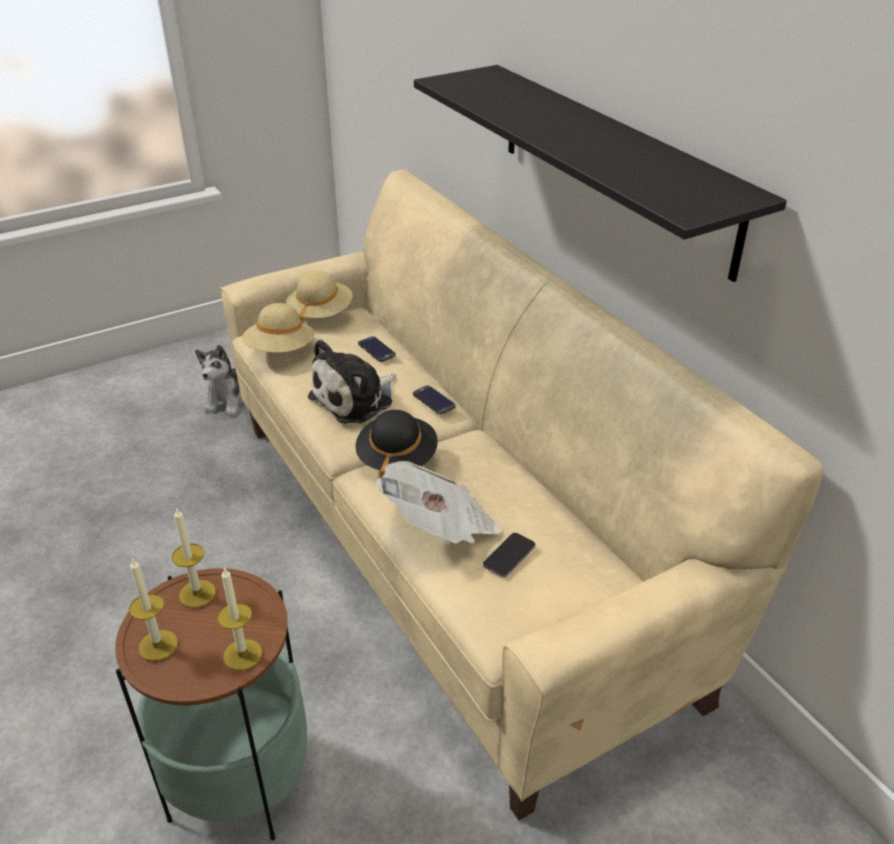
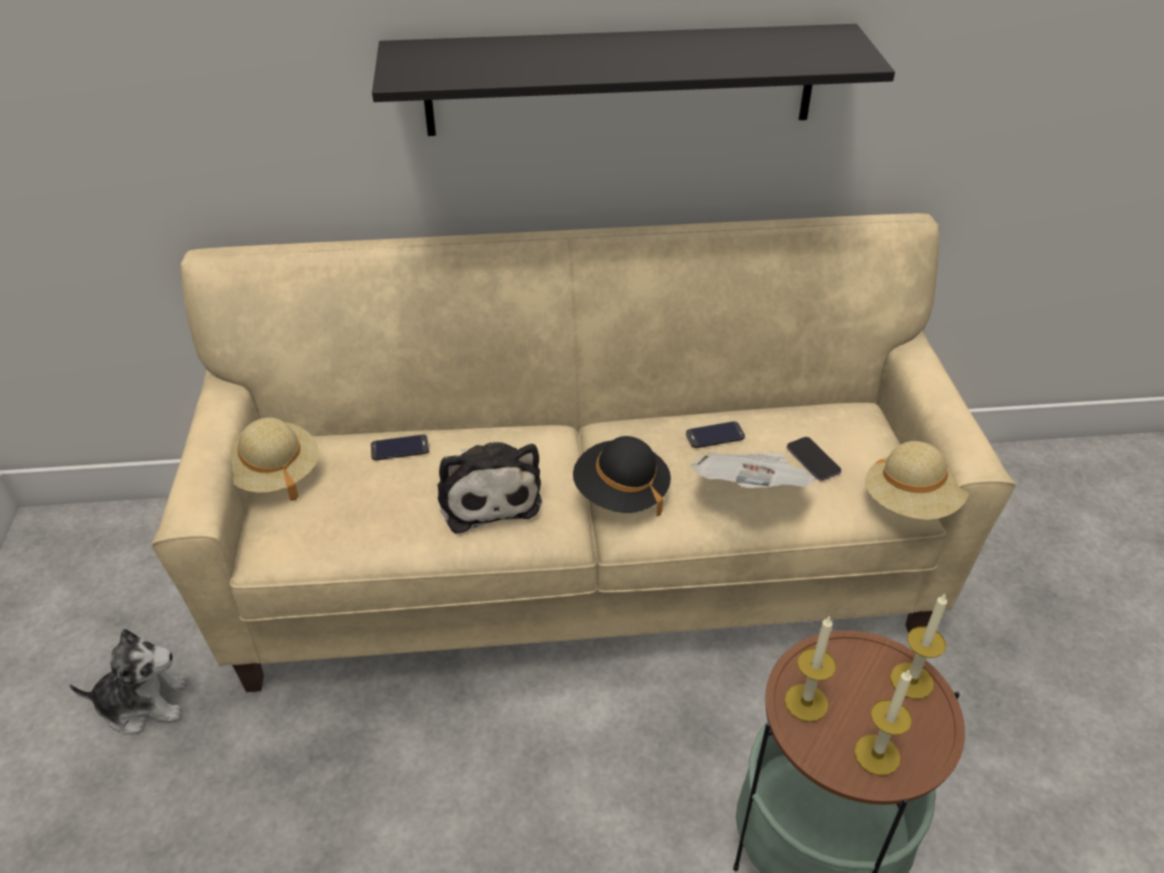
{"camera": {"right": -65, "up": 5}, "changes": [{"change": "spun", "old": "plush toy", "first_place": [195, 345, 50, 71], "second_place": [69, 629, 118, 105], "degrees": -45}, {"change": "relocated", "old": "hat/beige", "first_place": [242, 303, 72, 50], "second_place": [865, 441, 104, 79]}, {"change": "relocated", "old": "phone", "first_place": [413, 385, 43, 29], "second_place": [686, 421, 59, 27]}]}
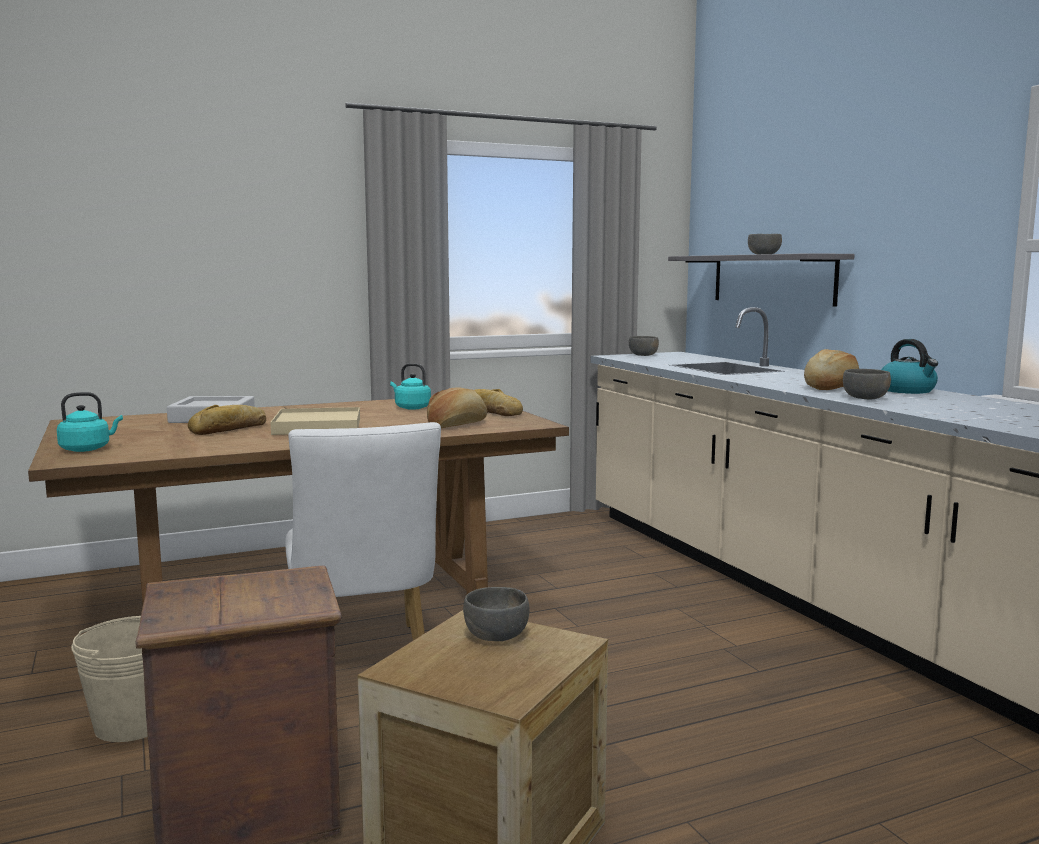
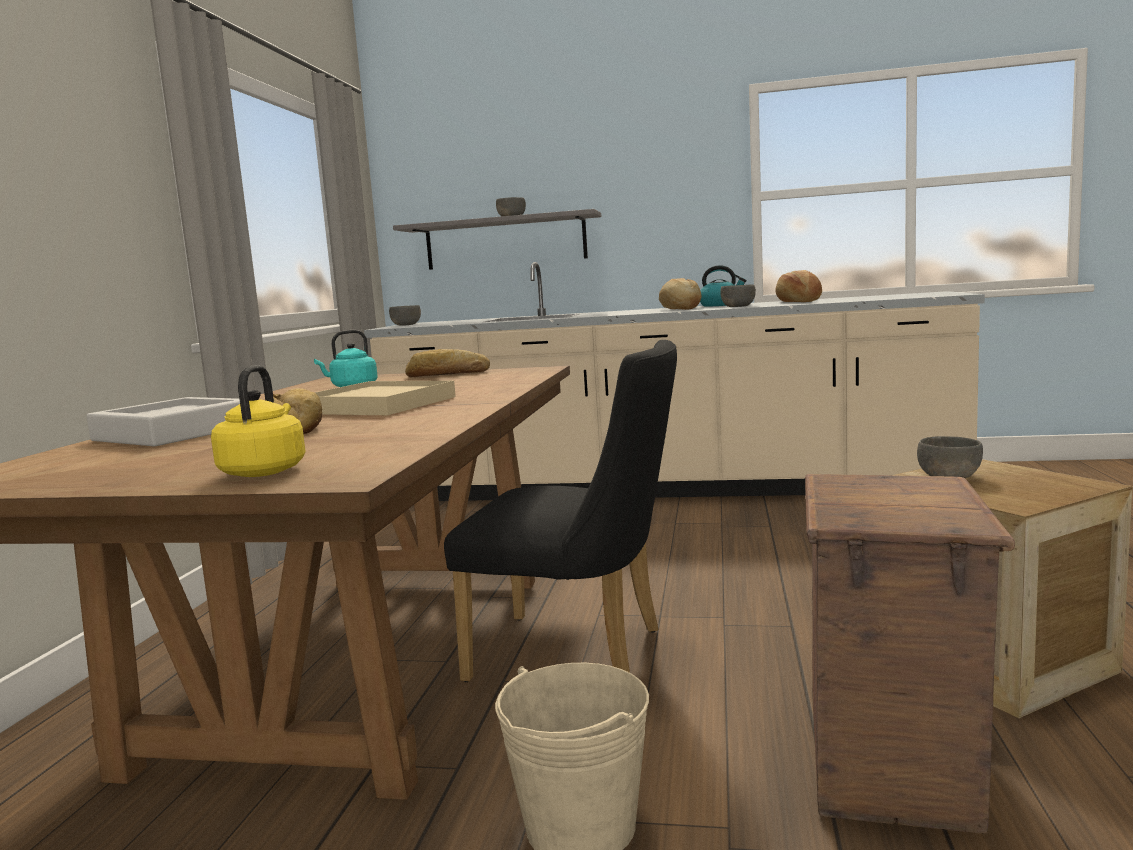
{"camera": {"right": -55, "up": 0}, "changes": [{"change": "colour", "old": "kettle/turquoise", "new": "kettle/yellow", "first_place": [57, 392, 66, 60], "second_place": [211, 365, 95, 112]}, {"change": "colour", "old": "chair/white", "new": "chair/black", "first_place": [285, 422, 156, 218], "second_place": [444, 340, 233, 342]}, {"change": "relocated", "old": "bread", "first_place": [427, 387, 60, 41], "second_place": [775, 270, 47, 32]}]}
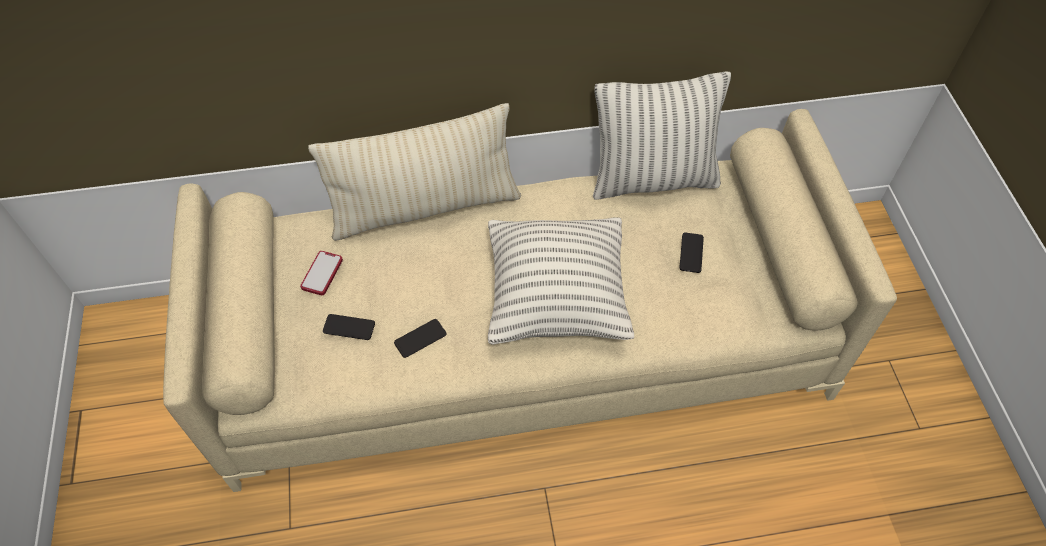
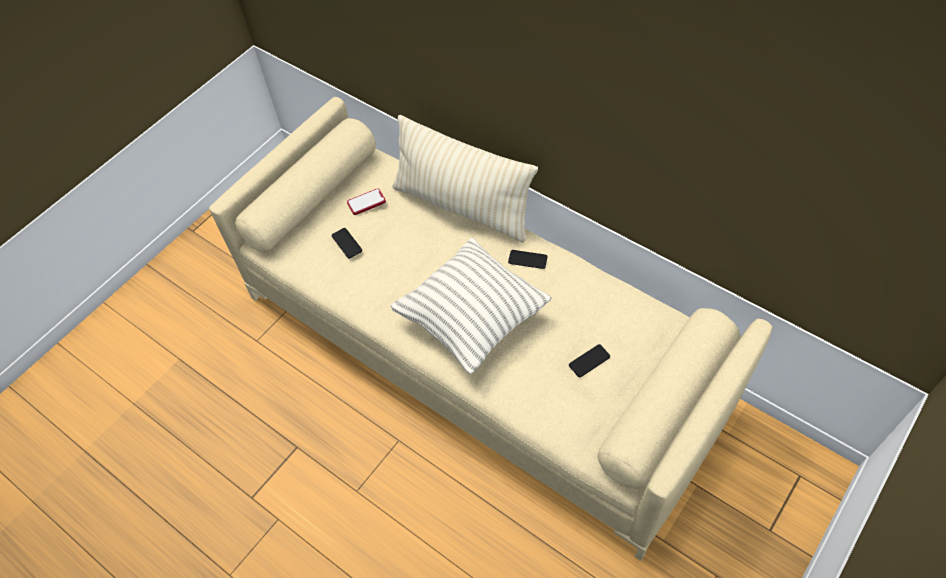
{"camera": {"right": 50, "up": 0}, "changes": [{"change": "relocated", "old": "phone", "first_place": [394, 319, 52, 39], "second_place": [508, 250, 39, 19]}, {"change": "missing", "old": "pillow", "first_place": [593, 72, 138, 128]}]}
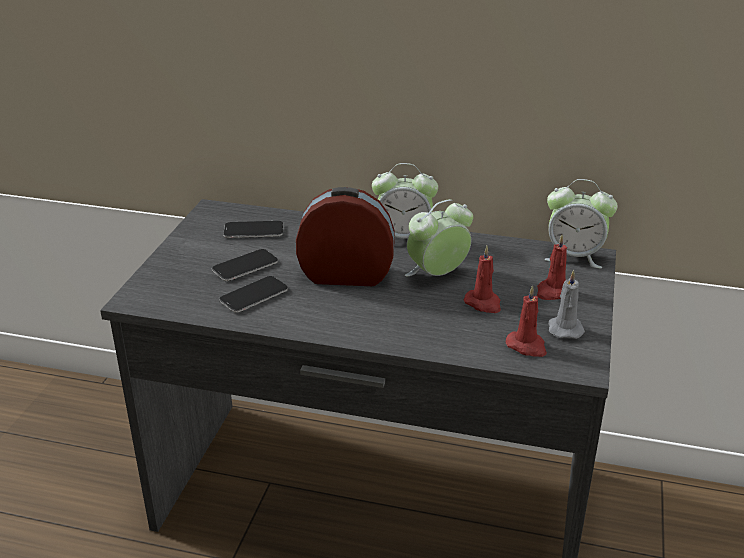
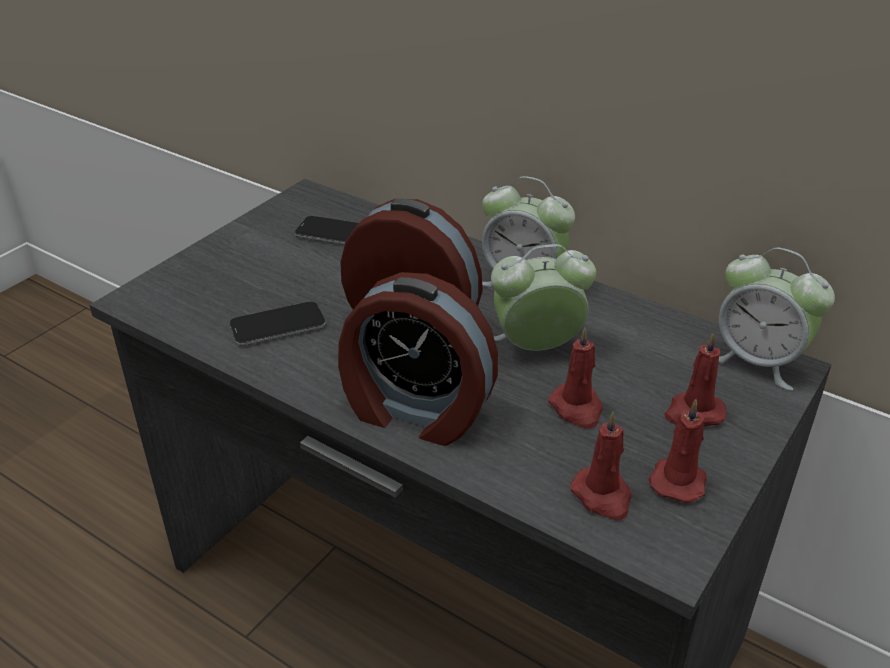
{"camera": {"right": 20, "up": 5}, "changes": [{"change": "missing", "old": "phone", "first_place": [212, 249, 66, 32]}, {"change": "colour", "old": "candle/grey", "new": "candle/red", "first_place": [548, 270, 37, 69], "second_place": [649, 399, 58, 104]}, {"change": "appeared", "new": "alarm clock", "second_place": [338, 272, 160, 174]}]}
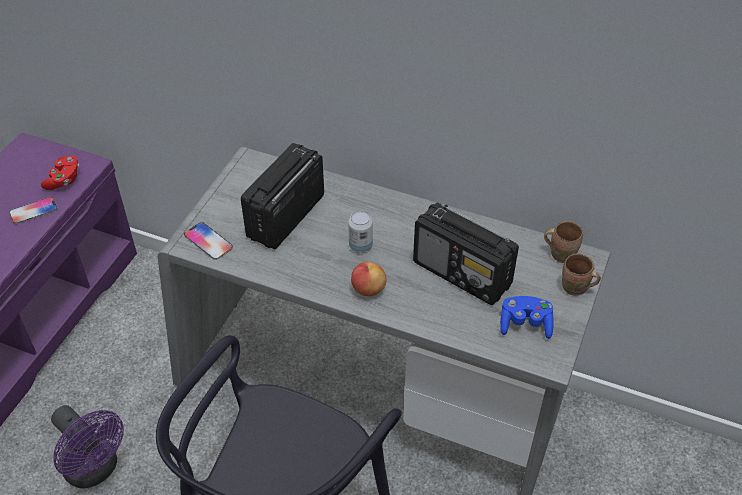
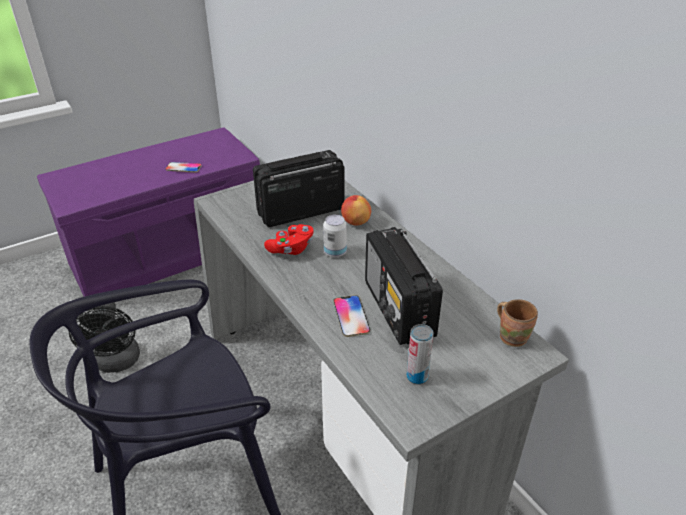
{"camera": {"right": 35, "up": -10}, "changes": [{"change": "relocated", "old": "game controller/red", "first_place": [41, 156, 38, 34], "second_place": [264, 224, 50, 31]}, {"change": "colour", "old": "fan/purple", "new": "fan/black", "first_place": [51, 405, 73, 83], "second_place": [69, 302, 71, 71]}, {"change": "relocated", "old": "phone", "first_place": [184, 222, 49, 38], "second_place": [333, 295, 37, 42]}, {"change": "relocated", "old": "apple", "first_place": [351, 262, 35, 34], "second_place": [341, 195, 30, 31]}, {"change": "exchanged", "old": "game controller/blue", "new": "can", "first_place": [500, 296, 54, 43], "second_place": [407, 324, 26, 61]}, {"change": "missing", "old": "mug/brown", "first_place": [562, 253, 39, 43]}]}
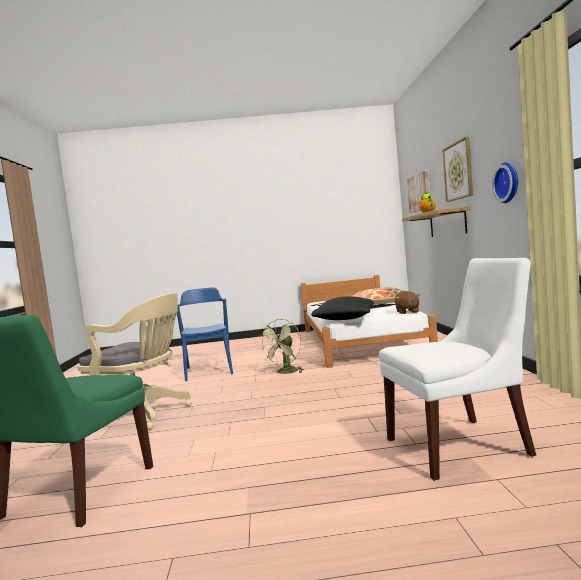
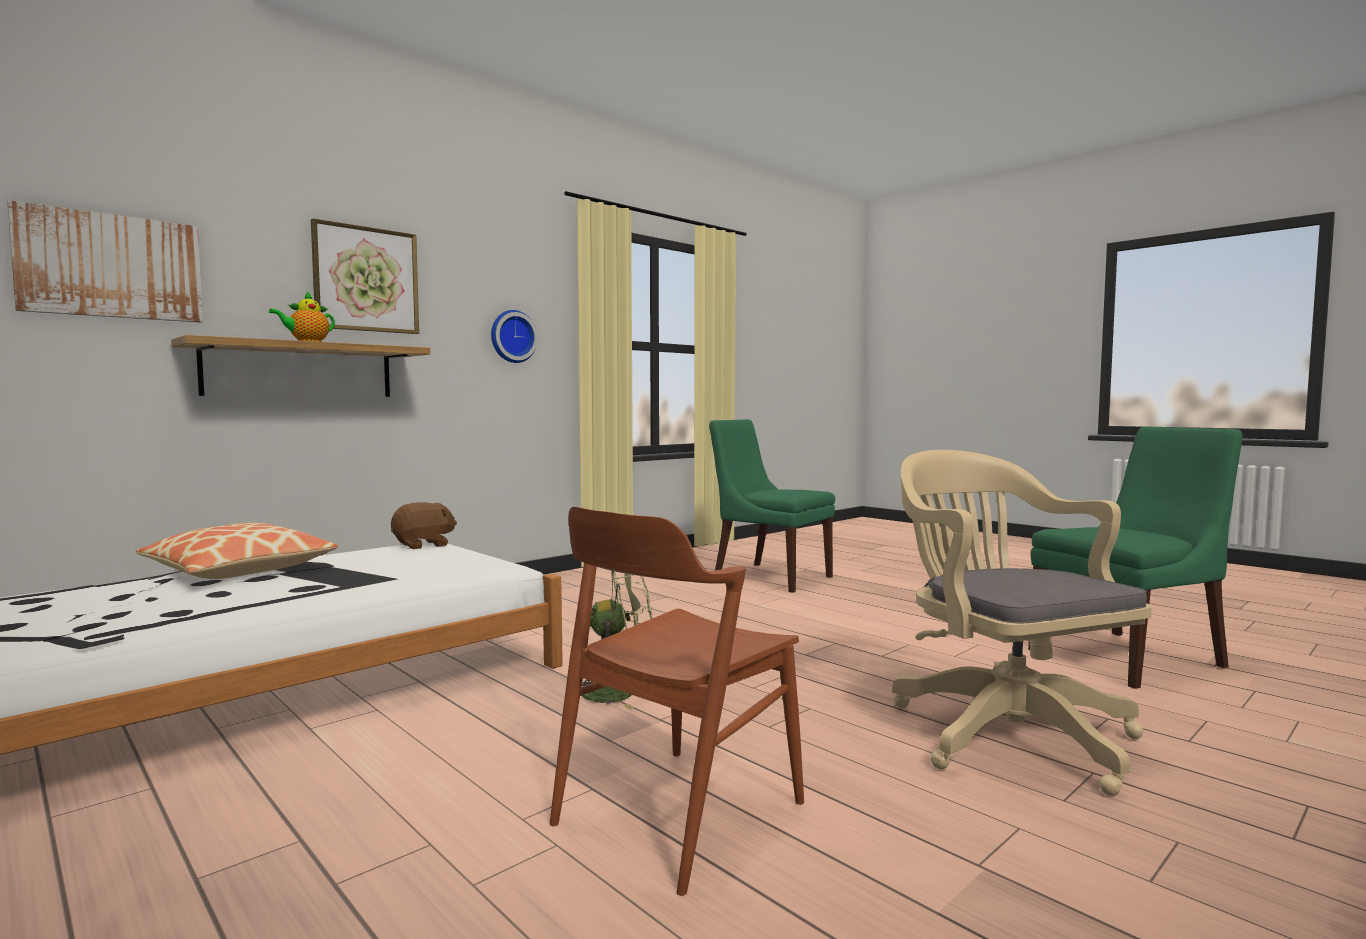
{"camera": {"right": -130, "up": 0}, "changes": [{"change": "colour", "old": "chair/blue", "new": "chair/brown", "first_place": [177, 287, 56, 94], "second_place": [550, 507, 254, 389]}, {"change": "missing", "old": "pillow/black", "first_place": [311, 296, 63, 24]}, {"change": "colour", "old": "chair/white", "new": "chair/green", "first_place": [379, 258, 157, 223], "second_place": [709, 419, 126, 174]}]}
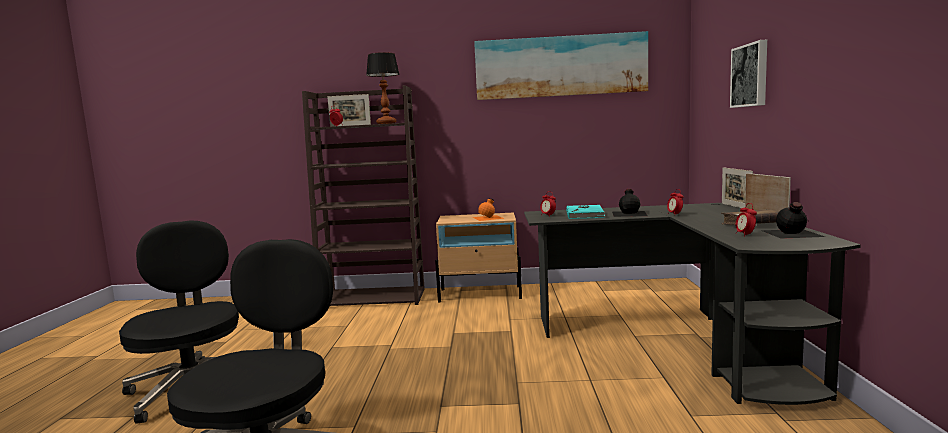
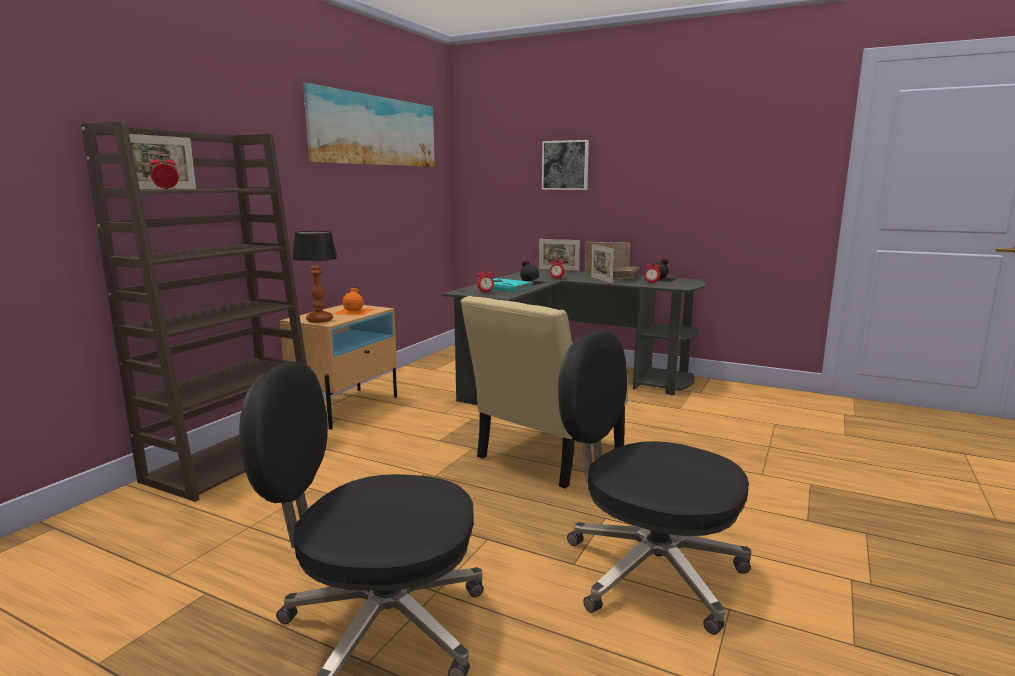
{"camera": {"right": -65, "up": 5}, "changes": [{"change": "relocated", "old": "table lamp", "first_place": [366, 52, 33, 72], "second_place": [292, 231, 46, 92]}, {"change": "appeared", "new": "chair/beige", "second_place": [460, 296, 168, 192]}, {"change": "appeared", "new": "picture frame", "second_place": [591, 244, 23, 39]}]}
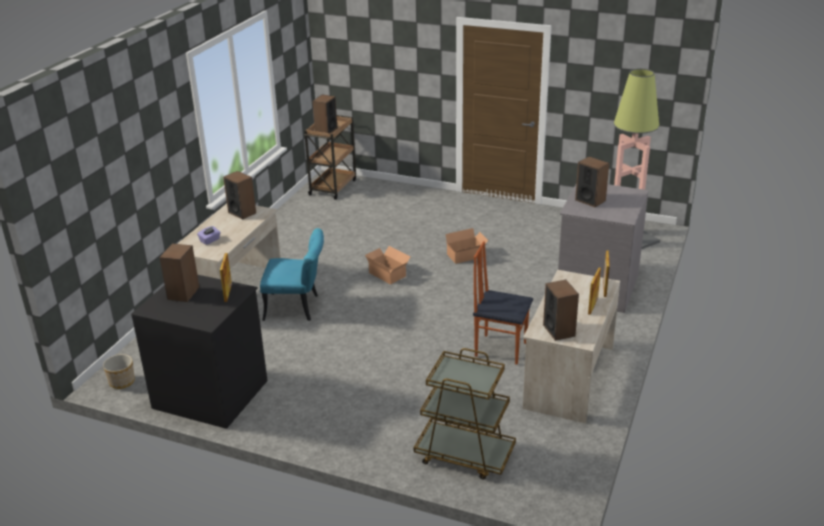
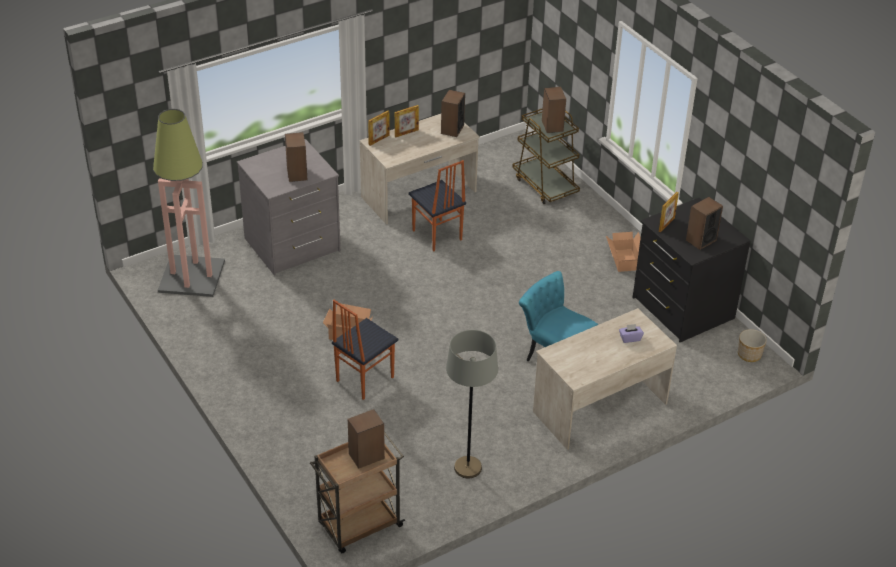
{"camera": {"right": -145, "up": 10}, "changes": [{"change": "relocated", "old": "speaker", "first_place": [223, 171, 33, 49], "second_place": [542, 87, 24, 46]}, {"change": "relocated", "old": "cardboard box", "first_place": [365, 246, 45, 38], "second_place": [606, 232, 35, 40]}, {"change": "appeared", "new": "chair", "second_place": [332, 300, 66, 100]}, {"change": "appeared", "new": "floor lamp/grey", "second_place": [446, 330, 52, 149]}]}
